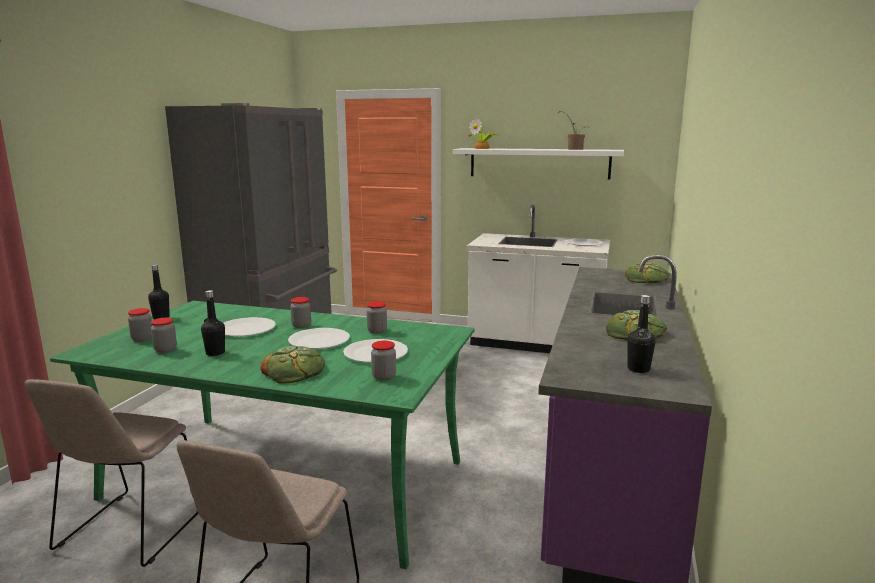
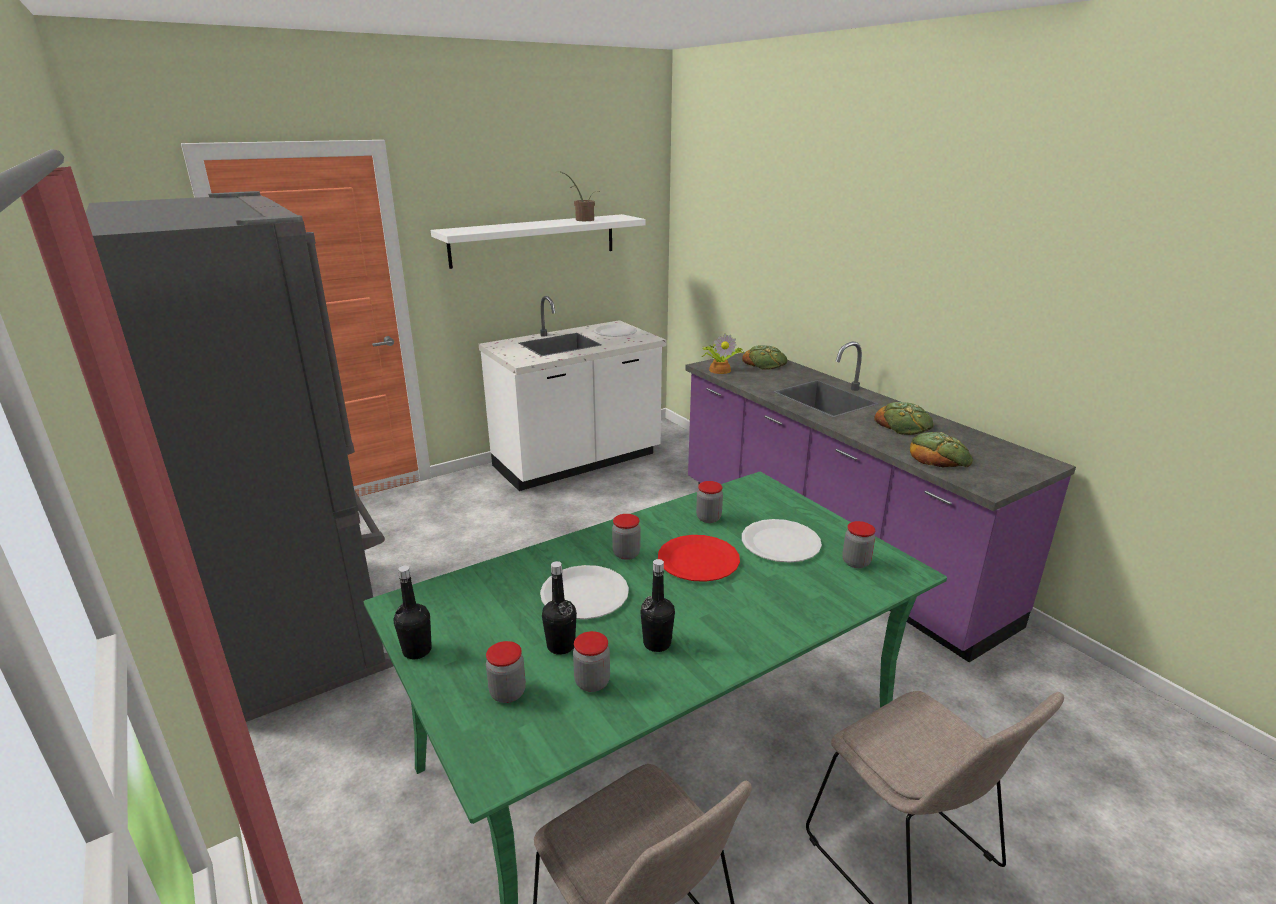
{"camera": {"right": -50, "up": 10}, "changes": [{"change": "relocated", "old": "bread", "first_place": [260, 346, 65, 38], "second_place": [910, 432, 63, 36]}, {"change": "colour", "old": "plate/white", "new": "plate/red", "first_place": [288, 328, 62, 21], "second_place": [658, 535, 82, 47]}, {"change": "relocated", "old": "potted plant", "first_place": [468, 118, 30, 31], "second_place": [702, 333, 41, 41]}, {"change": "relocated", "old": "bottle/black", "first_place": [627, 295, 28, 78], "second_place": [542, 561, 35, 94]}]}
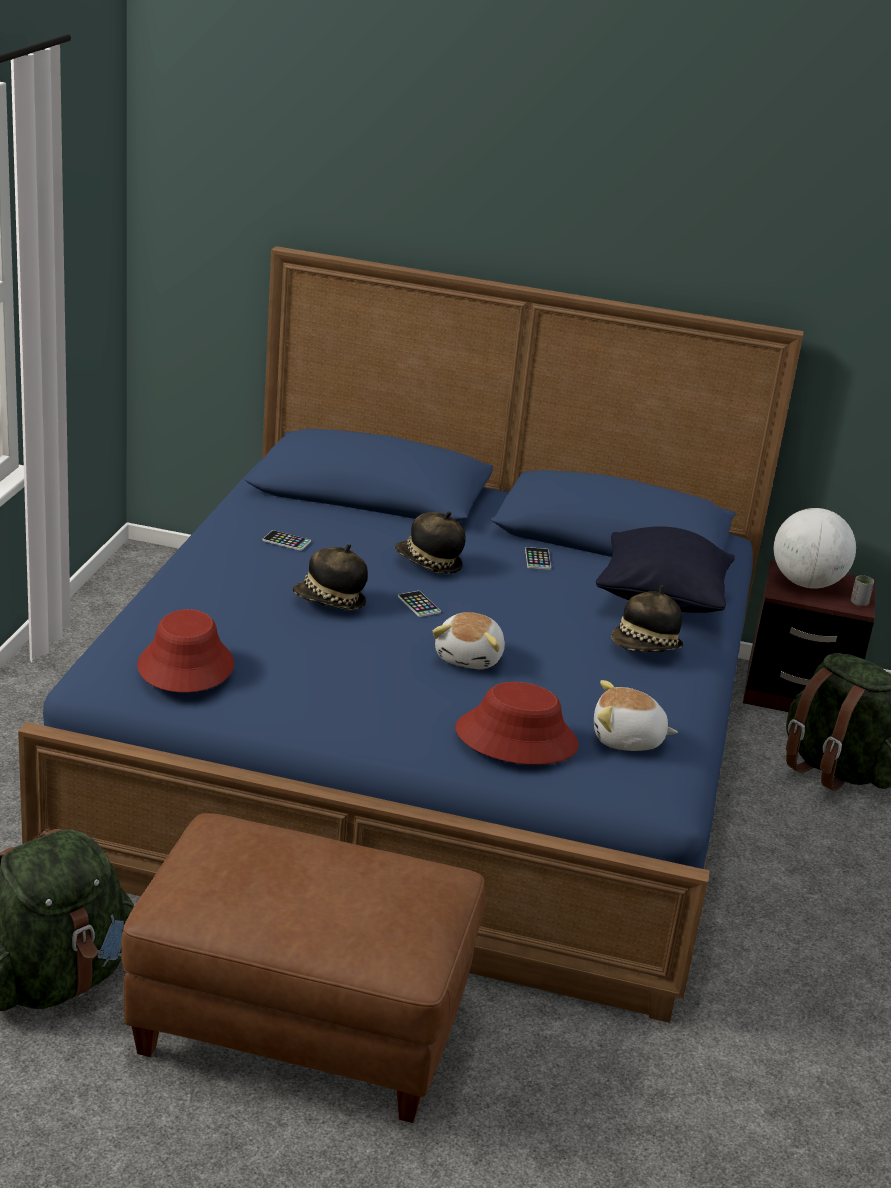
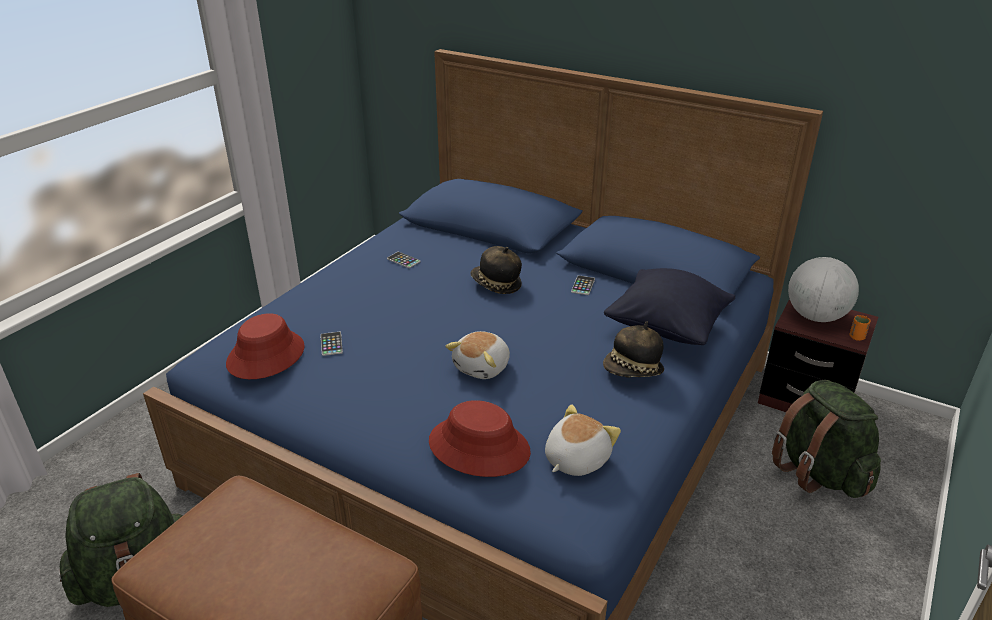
{"camera": {"right": 20, "up": 5}, "changes": [{"change": "missing", "old": "hat", "first_place": [293, 544, 75, 66]}, {"change": "relocated", "old": "phone", "first_place": [398, 591, 43, 26], "second_place": [321, 332, 22, 24]}, {"change": "spun", "old": "plush toy", "first_place": [594, 680, 84, 71], "second_place": [545, 404, 76, 72], "degrees": 105}, {"change": "colour", "old": "cup/grey", "new": "cup/orange", "first_place": [851, 575, 23, 31], "second_place": [849, 315, 22, 26]}]}
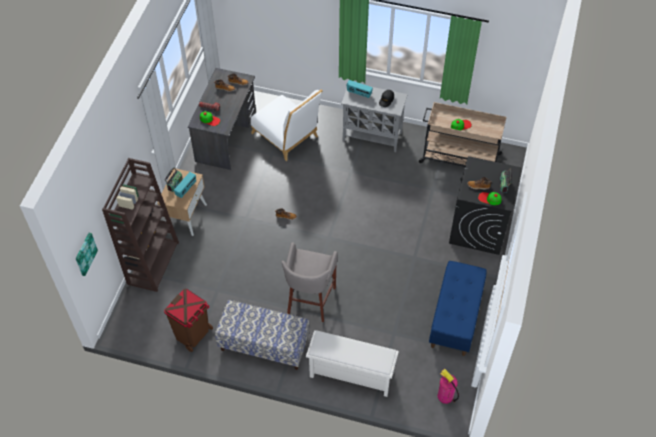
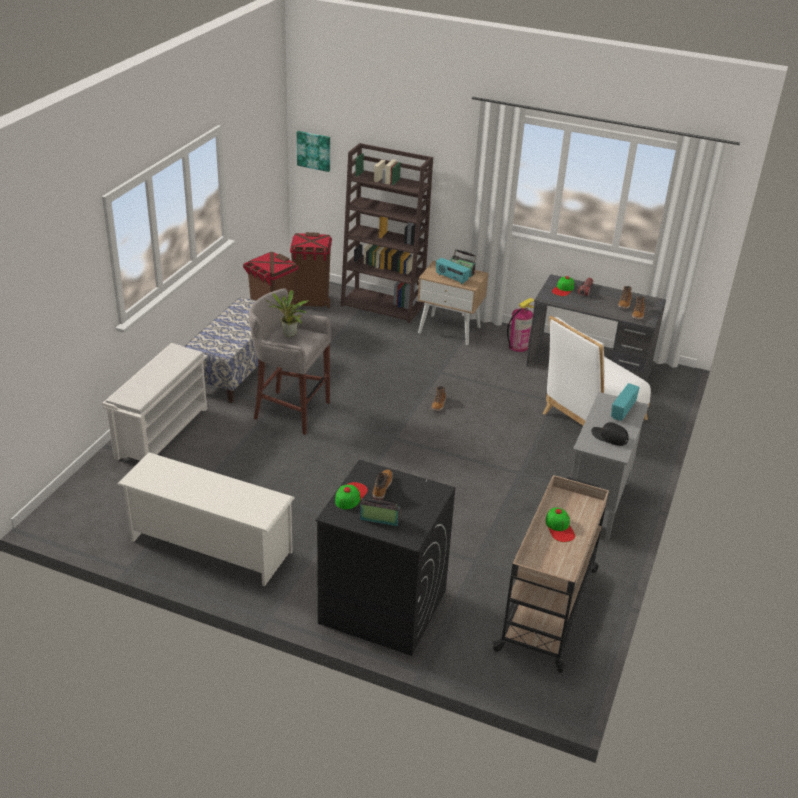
{"camera": {"right": 95, "up": -20}, "changes": [{"change": "exchanged", "old": "bench/blue", "new": "shoe rack/white", "first_place": [429, 261, 58, 95], "second_place": [117, 452, 178, 134]}, {"change": "relocated", "old": "fire extinguisher", "first_place": [438, 369, 21, 35], "second_place": [507, 298, 27, 54]}, {"change": "appeared", "new": "potted plant", "second_place": [264, 290, 46, 47]}, {"change": "appeared", "new": "trash can/brown", "second_place": [290, 232, 42, 76]}]}
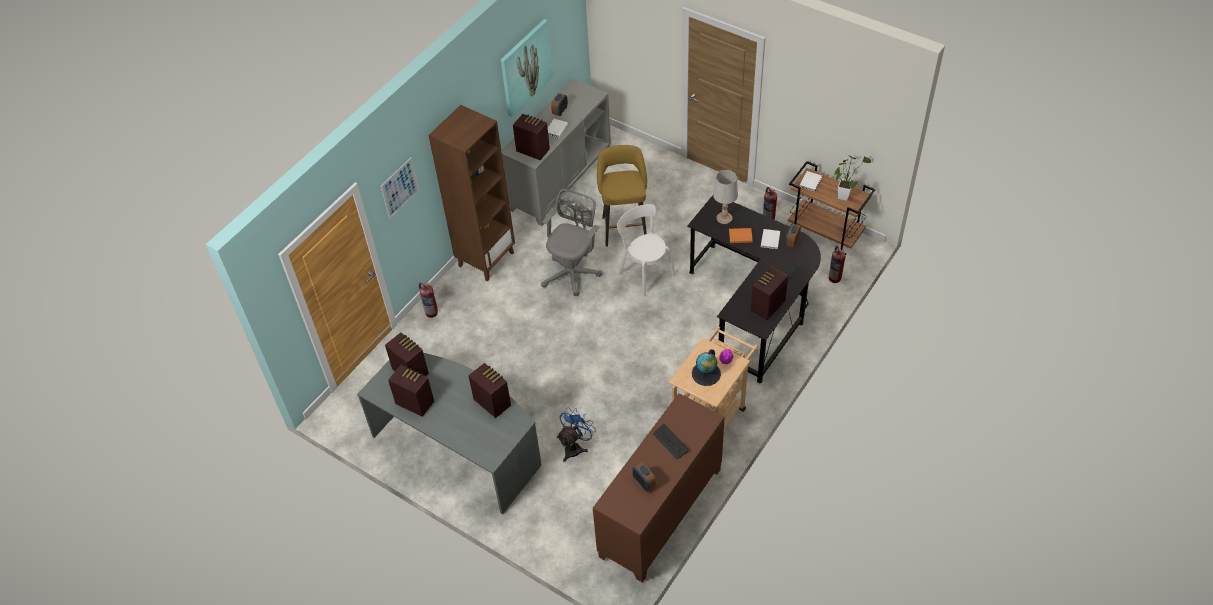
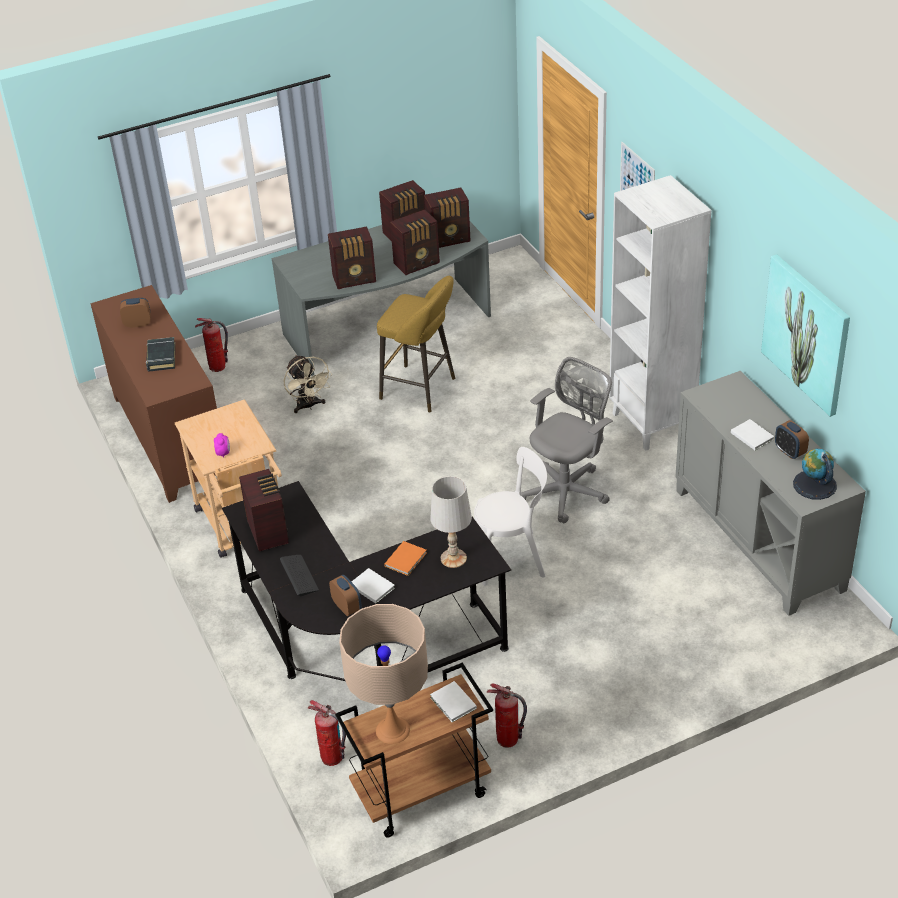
{"camera": {"right": 120, "up": -10}, "changes": [{"change": "relocated", "old": "fire extinguisher", "first_place": [419, 282, 19, 36], "second_place": [195, 318, 33, 54]}, {"change": "colour", "old": "bookcase/brown", "new": "bookcase/white", "first_place": [429, 105, 86, 176], "second_place": [609, 175, 102, 275]}, {"change": "relocated", "old": "radio", "first_place": [513, 114, 37, 46], "second_place": [390, 210, 50, 65]}, {"change": "spun", "old": "office chair/grey", "first_place": [541, 189, 62, 107], "second_place": [521, 357, 92, 166], "degrees": -105}, {"change": "colour", "old": "fan/blue", "new": "fan/beige", "first_place": [557, 407, 38, 55], "second_place": [284, 355, 48, 58]}, {"change": "relocated", "old": "stool/yellow", "first_place": [597, 145, 50, 102], "second_place": [377, 276, 78, 136]}, {"change": "exchanged", "old": "keyboard", "new": "book/black", "first_place": [653, 424, 36, 35], "second_place": [146, 337, 29, 34]}, {"change": "relocated", "old": "globe", "first_place": [692, 349, 29, 37], "second_place": [793, 449, 44, 51]}, {"change": "exchanged", "old": "potted plant", "new": "table lamp/beige", "first_place": [834, 155, 37, 46], "second_place": [339, 604, 89, 140]}]}
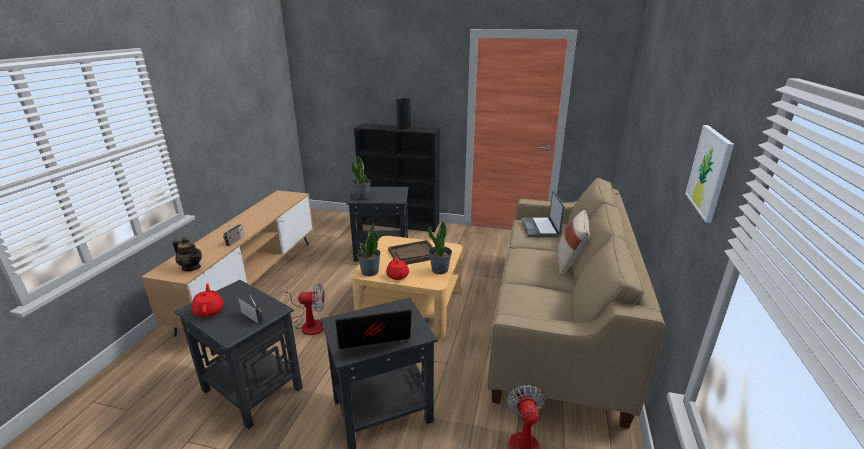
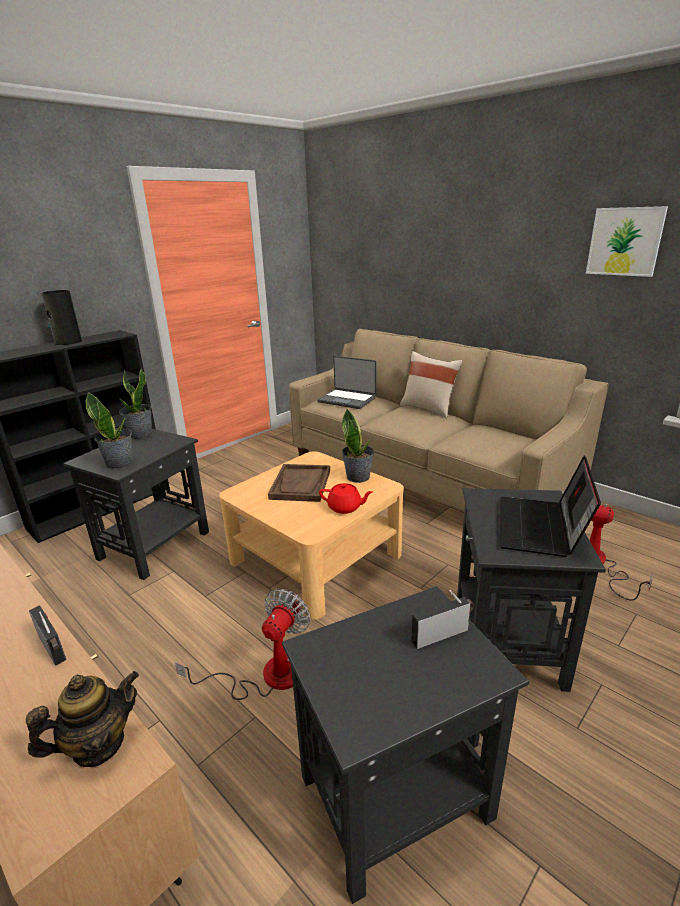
{"camera": {"right": -60, "up": 0}, "changes": [{"change": "missing", "old": "teapot/red", "first_place": [191, 283, 33, 34]}, {"change": "relocated", "old": "potted plant", "first_place": [357, 223, 24, 53], "second_place": [119, 369, 33, 70]}]}
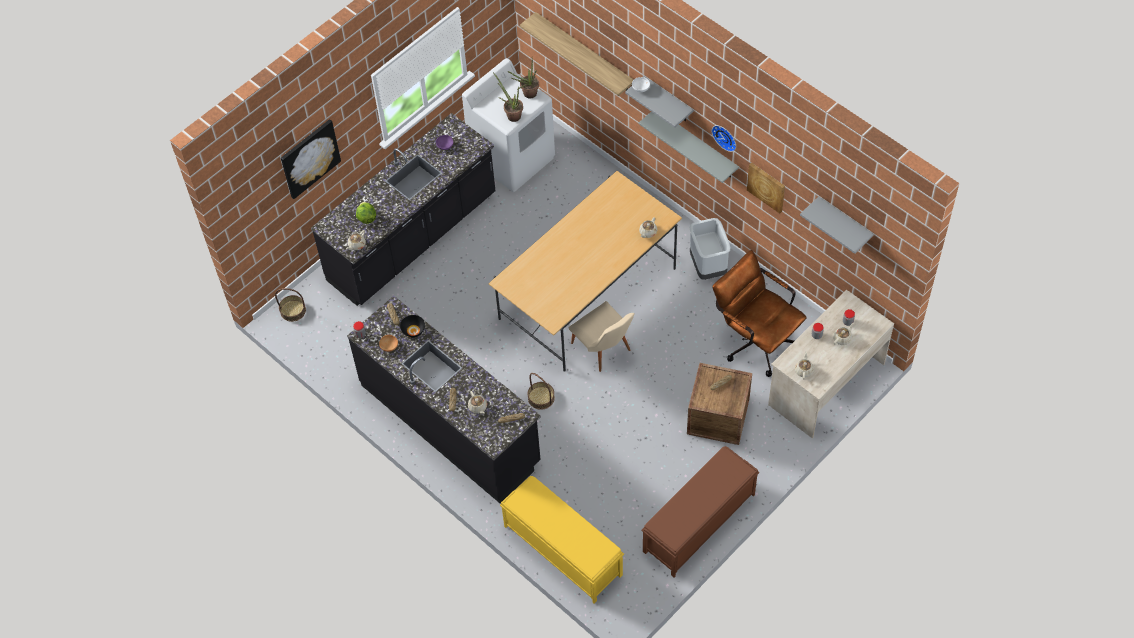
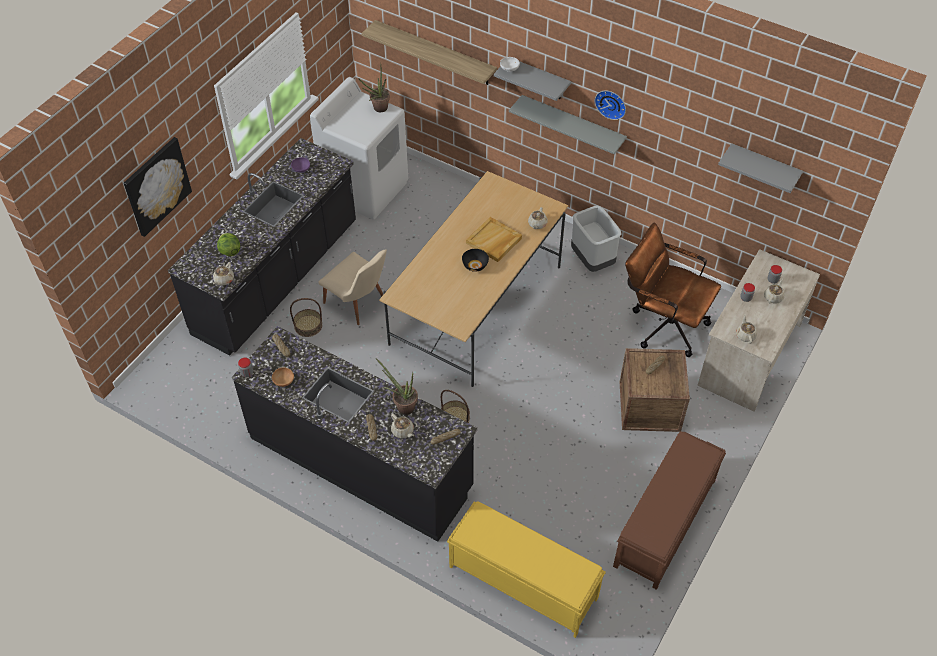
{"camera": {"right": -15, "up": -5}, "changes": [{"change": "relocated", "old": "basket", "first_place": [275, 288, 31, 34], "second_place": [290, 298, 32, 39]}, {"change": "relocated", "old": "bowl/black", "first_place": [400, 315, 25, 23], "second_place": [462, 249, 27, 23]}, {"change": "relocated", "old": "potted plant", "first_place": [494, 73, 29, 49], "second_place": [375, 358, 43, 57]}, {"change": "relocated", "old": "chair/beige", "first_place": [569, 301, 66, 71], "second_place": [318, 249, 69, 76]}, {"change": "missing", "old": "picture", "first_place": [747, 162, 38, 52]}, {"change": "appeared", "new": "tray/beige", "second_place": [466, 217, 56, 45]}]}
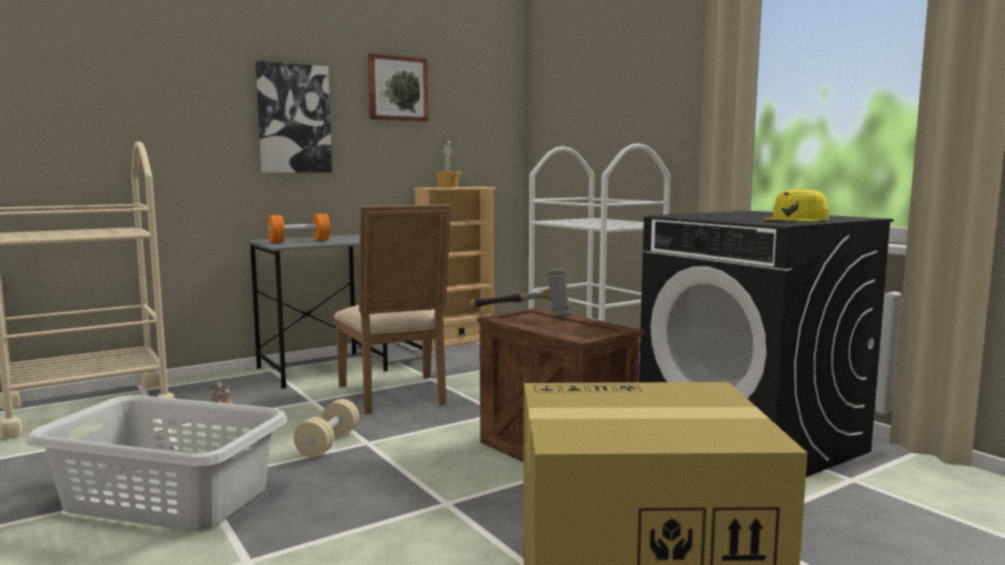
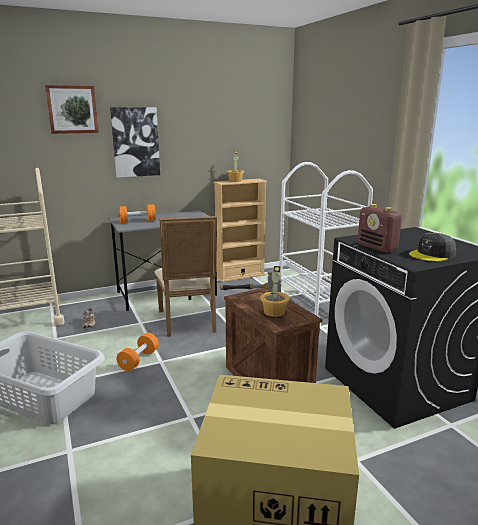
{"camera": {"right": 10, "up": 10}, "changes": [{"change": "colour", "old": "dumbbell/beige", "new": "dumbbell/orange", "first_place": [294, 399, 65, 59], "second_place": [117, 333, 42, 38]}, {"change": "relocated", "old": "picture", "first_place": [368, 53, 60, 69], "second_place": [45, 85, 54, 49]}, {"change": "colour", "old": "cap/yellow", "new": "cap/grey", "first_place": [764, 188, 65, 34], "second_place": [409, 233, 47, 29]}, {"change": "appeared", "new": "potted plant", "second_place": [260, 266, 30, 51]}, {"change": "appeared", "new": "radio", "second_place": [358, 204, 44, 49]}]}
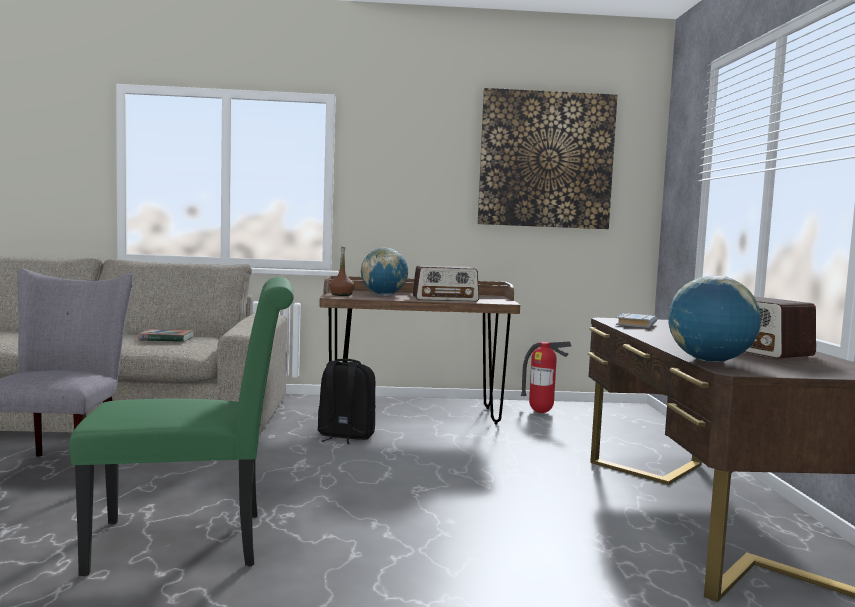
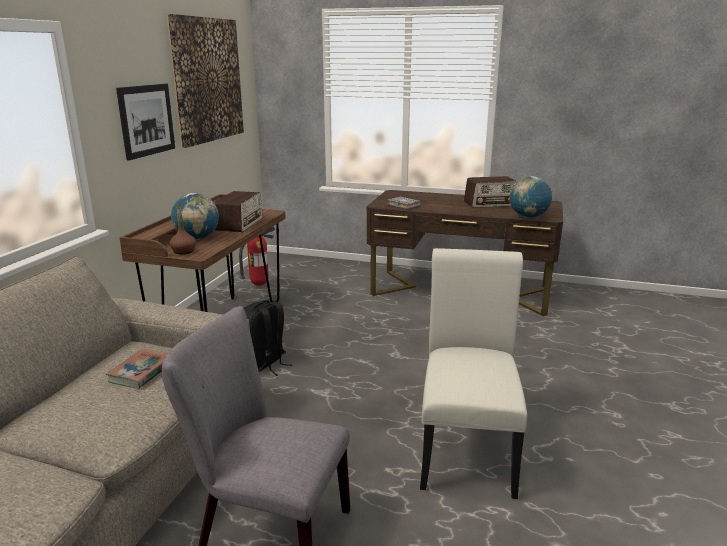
{"camera": {"right": -70, "up": 15}, "changes": [{"change": "colour", "old": "chair/green", "new": "chair/white", "first_place": [69, 277, 225, 299], "second_place": [420, 248, 107, 251]}, {"change": "appeared", "new": "picture", "second_place": [116, 84, 59, 76]}]}
